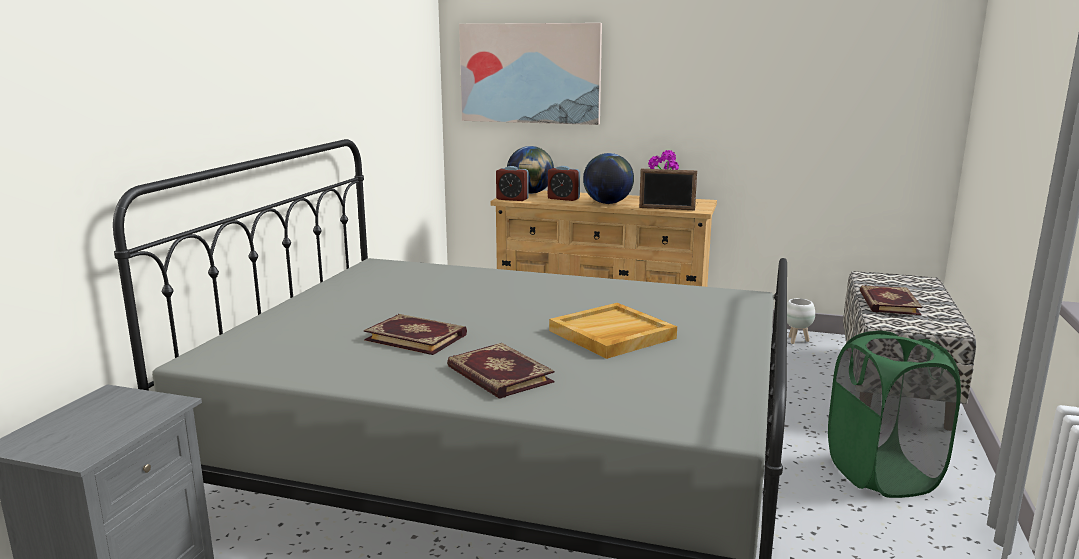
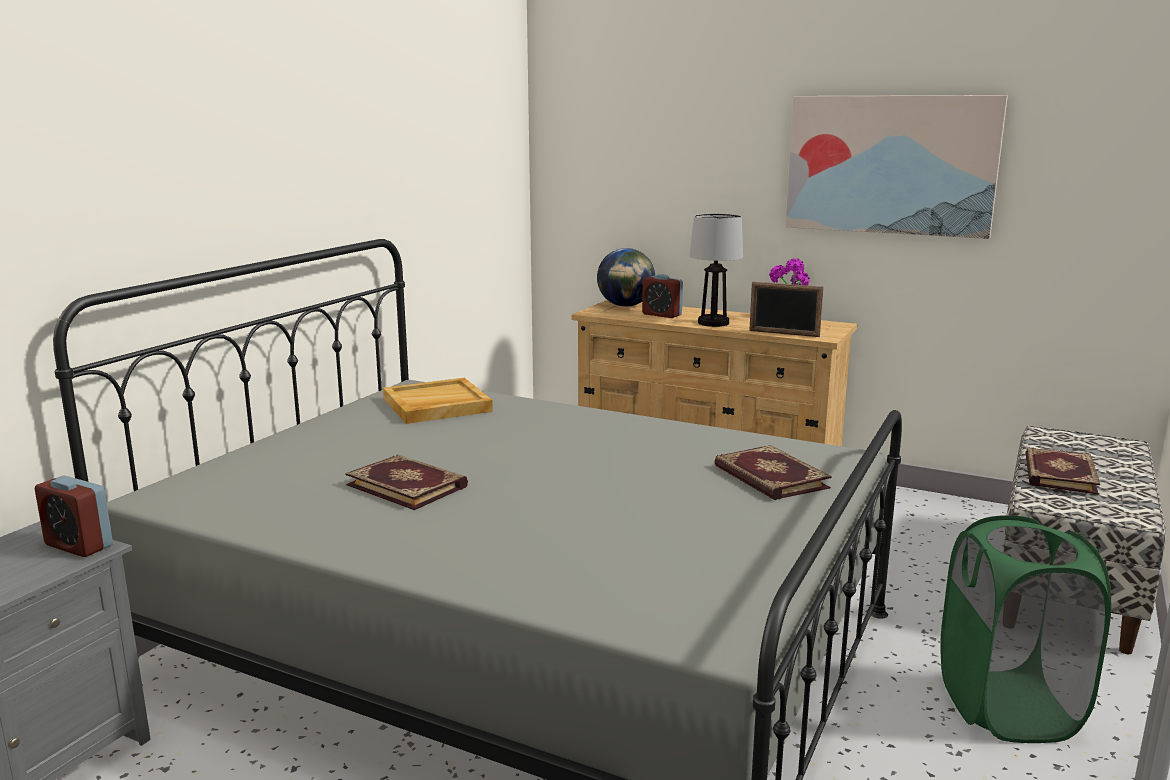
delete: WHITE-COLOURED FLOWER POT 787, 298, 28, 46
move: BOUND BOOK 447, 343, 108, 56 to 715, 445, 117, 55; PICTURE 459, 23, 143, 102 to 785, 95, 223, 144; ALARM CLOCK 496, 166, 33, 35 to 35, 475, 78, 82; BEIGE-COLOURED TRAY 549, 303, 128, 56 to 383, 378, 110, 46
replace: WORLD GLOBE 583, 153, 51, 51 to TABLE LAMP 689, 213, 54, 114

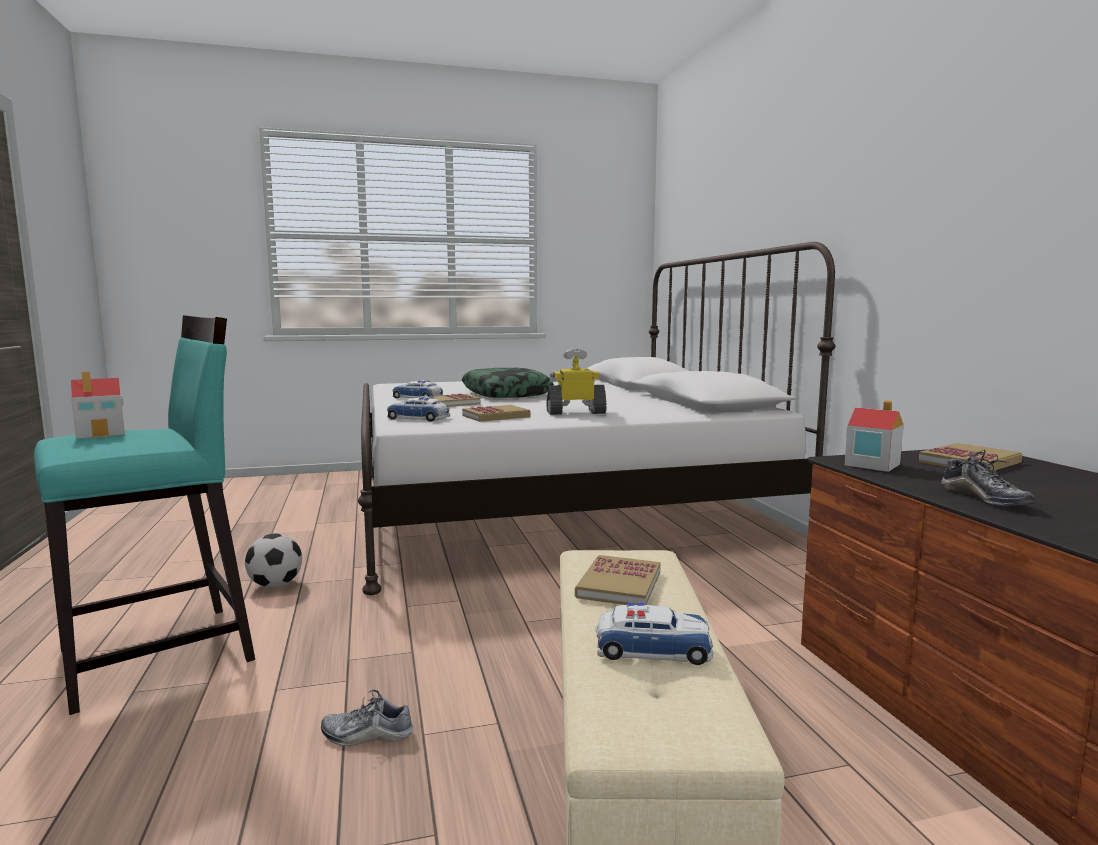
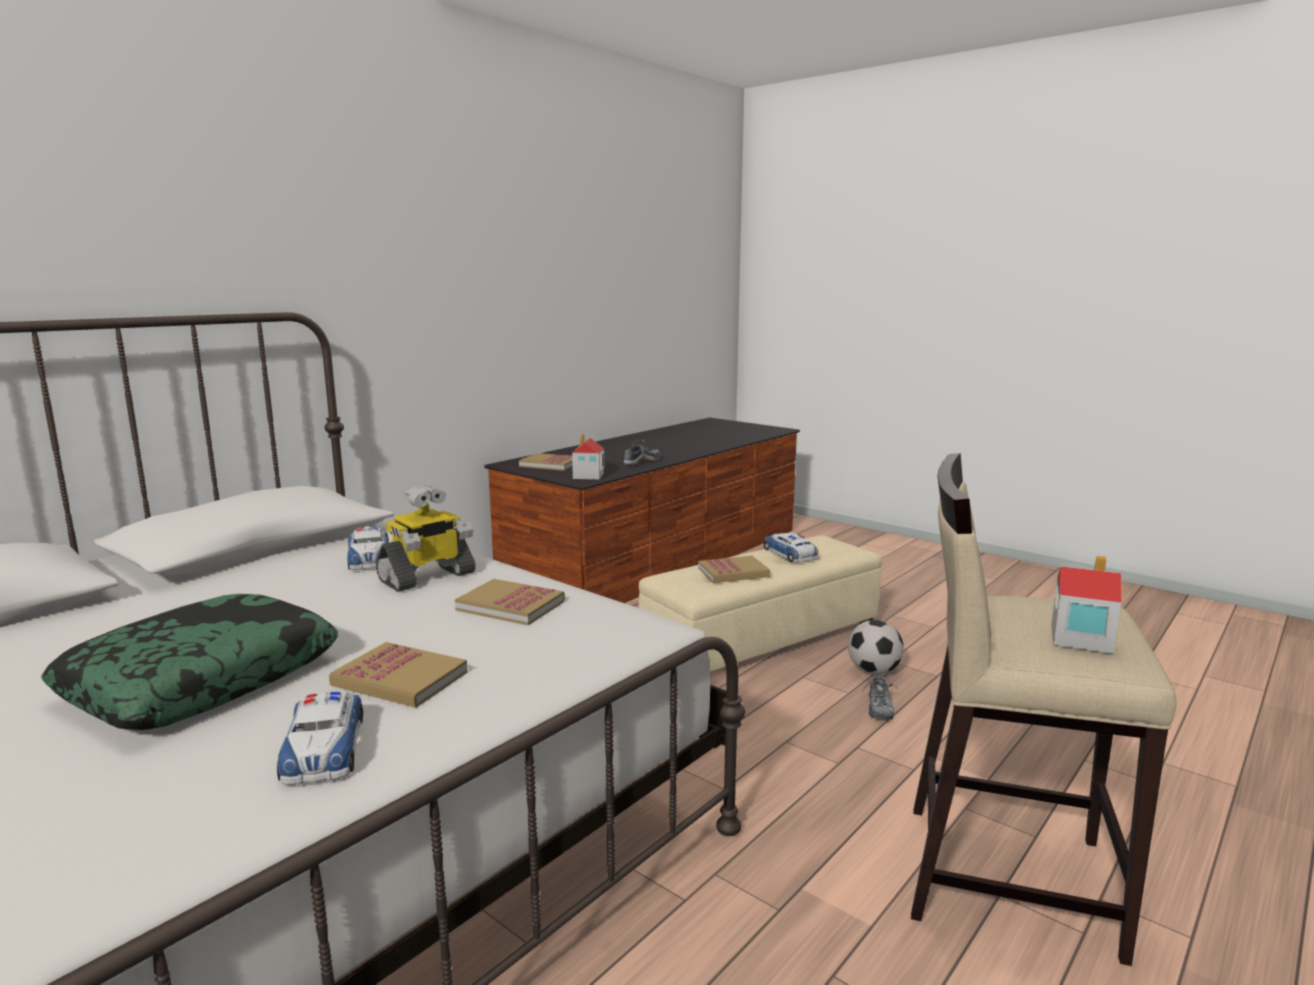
move: FOOTBALL 245, 533, 57, 55 to 848, 620, 56, 54; TOY CAR 387, 396, 63, 26 to 347, 526, 42, 44
recolor: BLUE-GREEN STOOL SEAT 34, 315, 221, 400 to BEIGE-COLOURED STOOL SEAT 911, 453, 265, 513
rotate: SHOE 321, 690, 92, 56 = 863, 676, 36, 44 45 degrees clockwise; MODEL ROBOT 546, 348, 61, 67 = 376, 485, 100, 107 90 degrees counterclockwise

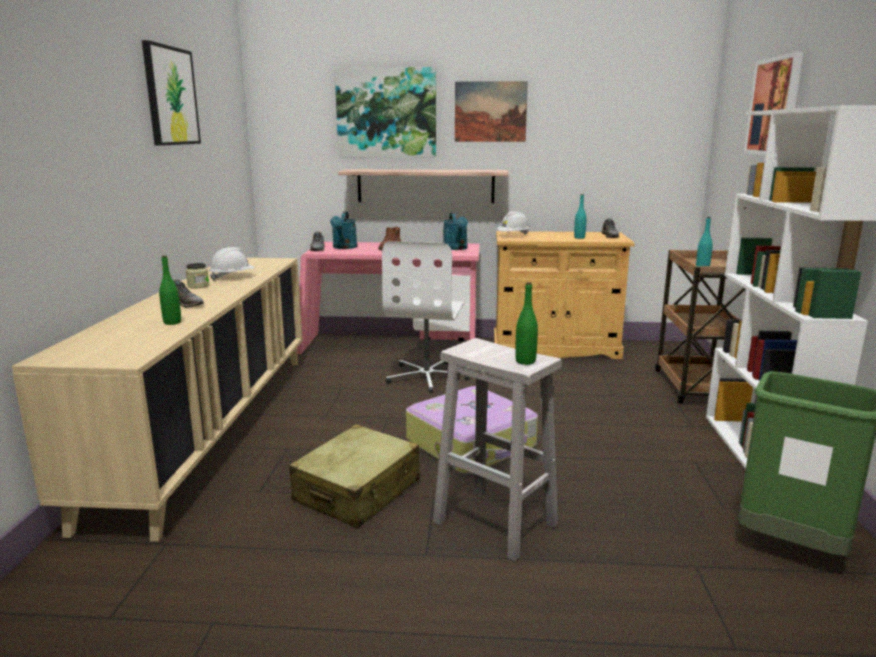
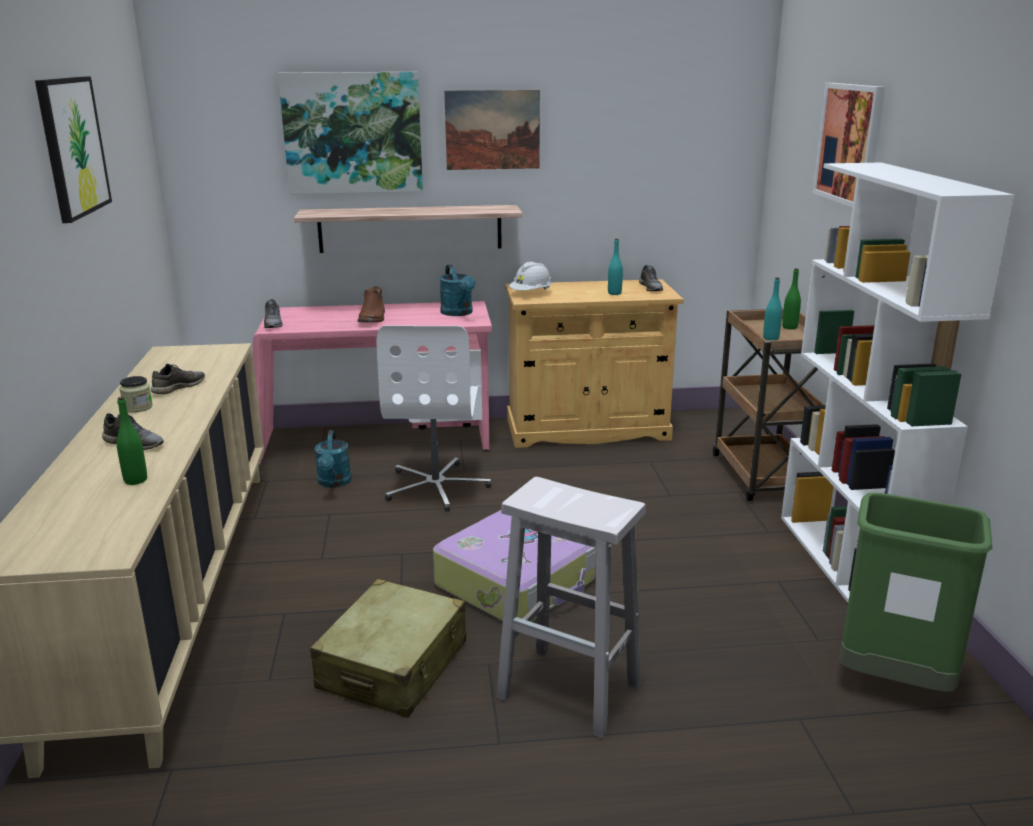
move: BLUE-GREEN SPRINKLING CAN 330, 211, 28, 38 to 314, 430, 38, 58; GREENISH BEVERAGE BOTTLE 515, 282, 23, 83 to 782, 268, 19, 62
replace: WHITE-COLOURED WORK HELMET 209, 247, 46, 34 to GRAY SHOE 151, 364, 54, 30

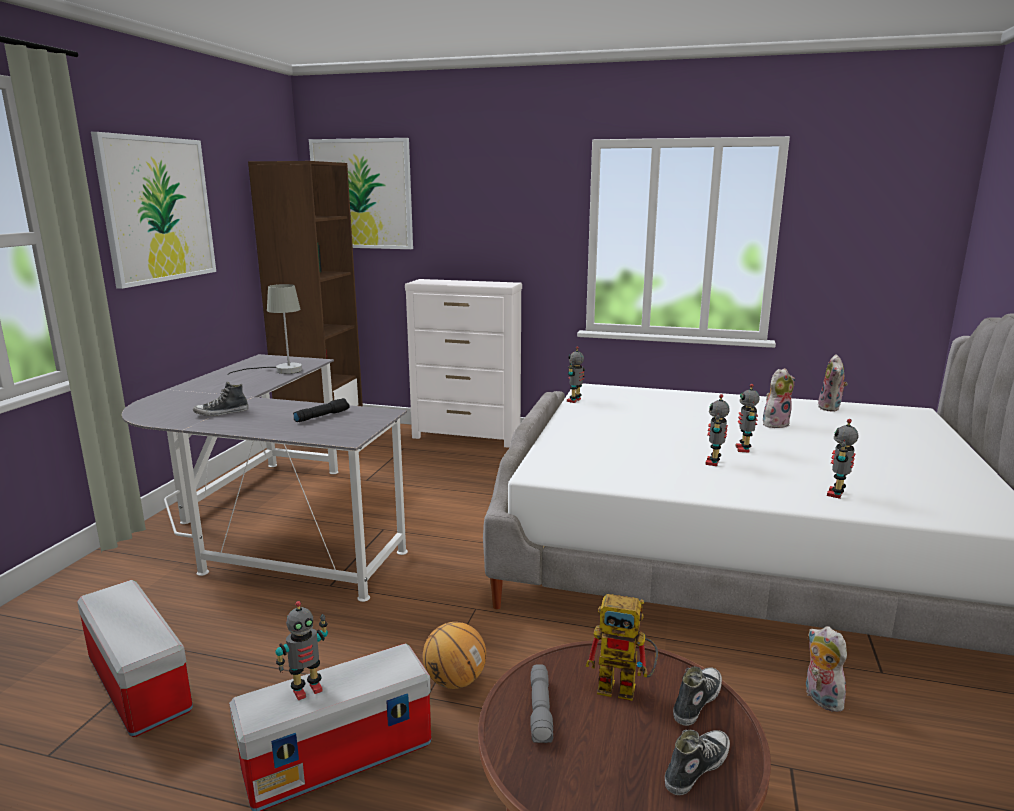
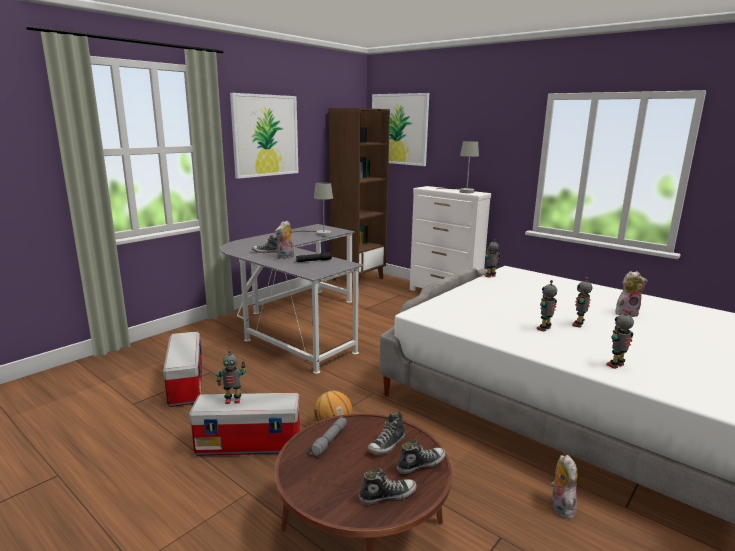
insert: GRAY TABLE LAMP 438, 141, 41, 52
move: CUDDLY TOY 818, 354, 30, 58 to 275, 221, 19, 38
replace: MODEL ROBOT 585, 594, 73, 107 to SHOE 367, 412, 38, 43

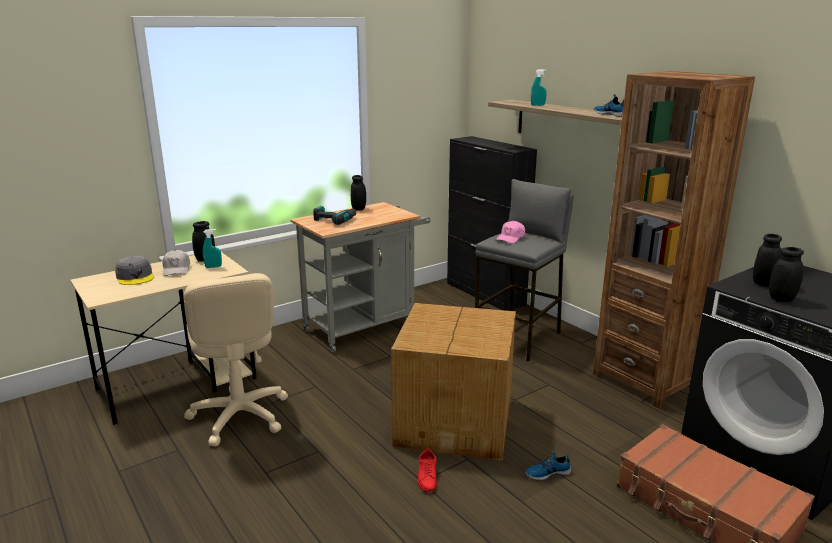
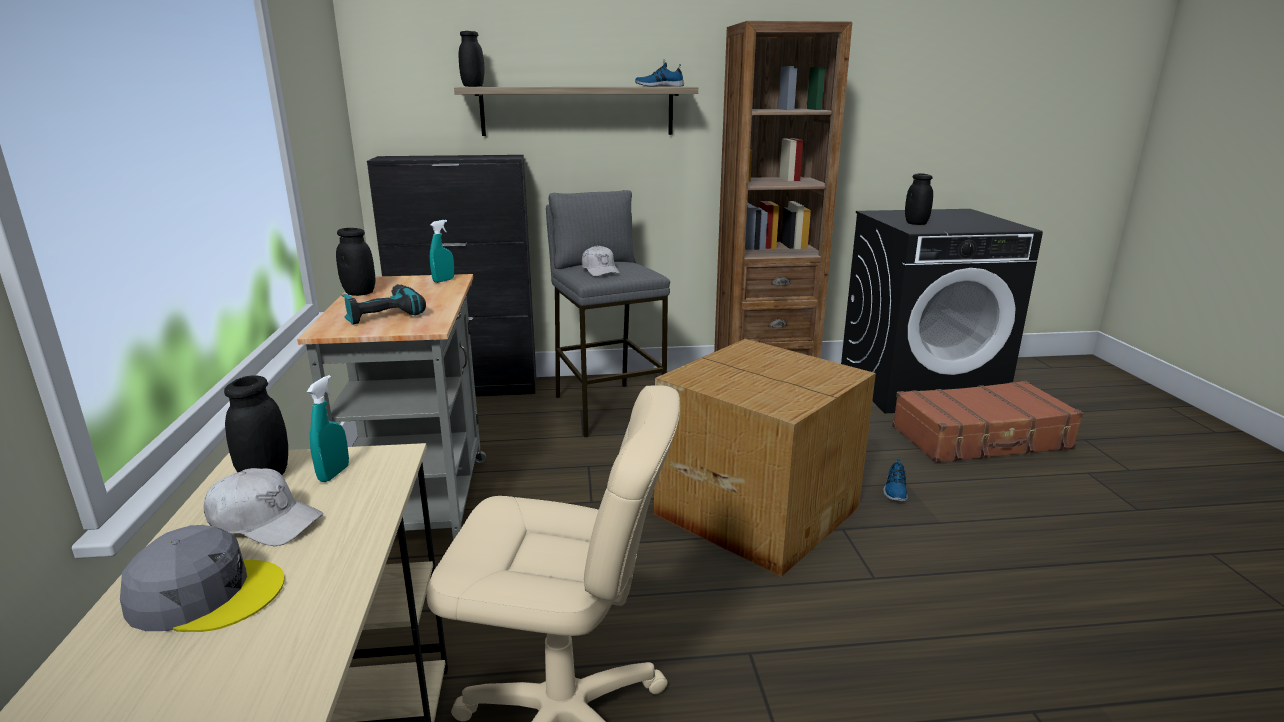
delete: RED SHOE 418, 448, 19, 44
move: BLUE-GREEN HAND SPRAYER 531, 69, 16, 37 to 430, 220, 24, 63; BLACK PRESERVE JAR 769, 247, 35, 55 to 458, 31, 27, 56
recolor: PINKISH PEAKED CAP 496, 221, 29, 22 to WHITE-COLOURED PEAKED CAP 582, 245, 38, 32

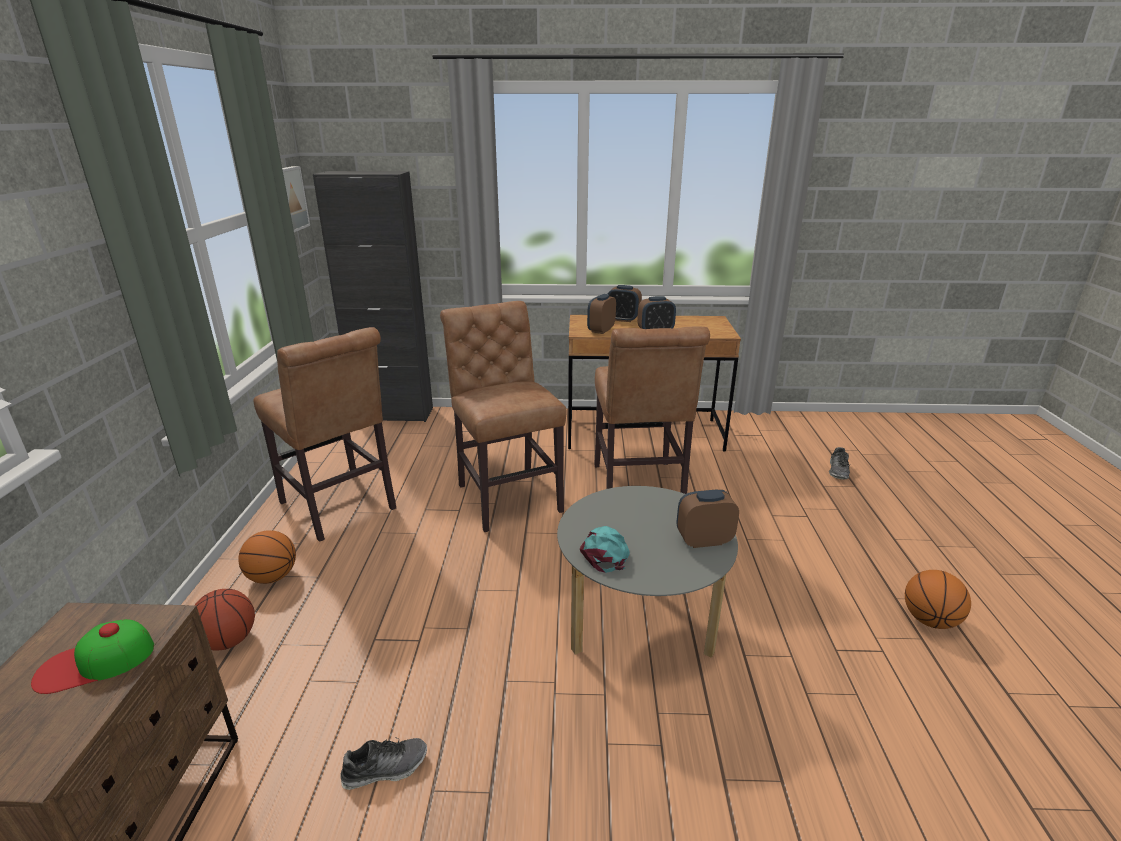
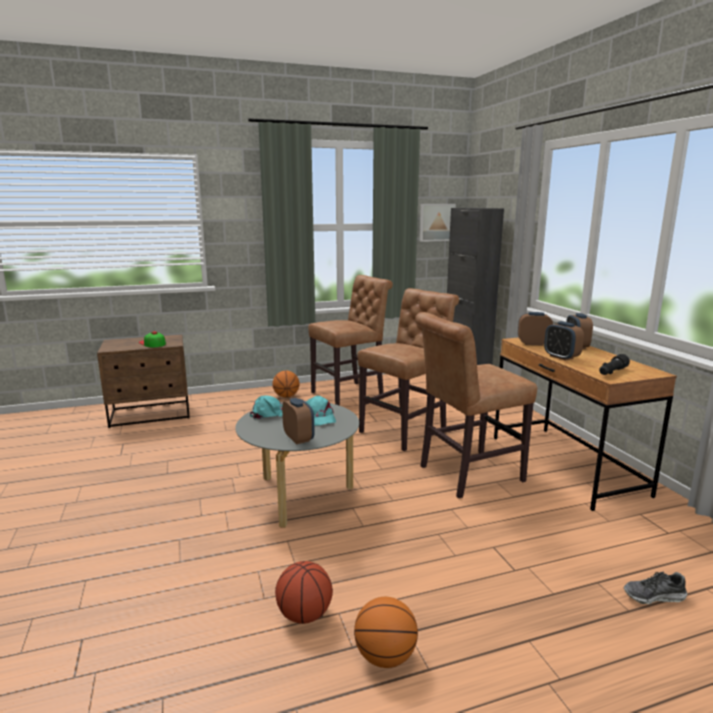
delete: SHOE 341, 737, 86, 53
insert: BLUE-GREEN PEAKED CAP 306, 396, 30, 30; BLACK TORCH 599, 354, 31, 21
move: BASKETBALL BALL 195, 589, 60, 62 to 275, 561, 58, 63
rotate: BROWN-COLOURED PLAIN CHAIR 253, 327, 143, 215 = 308, 275, 85, 131 150 degrees counterclockwise

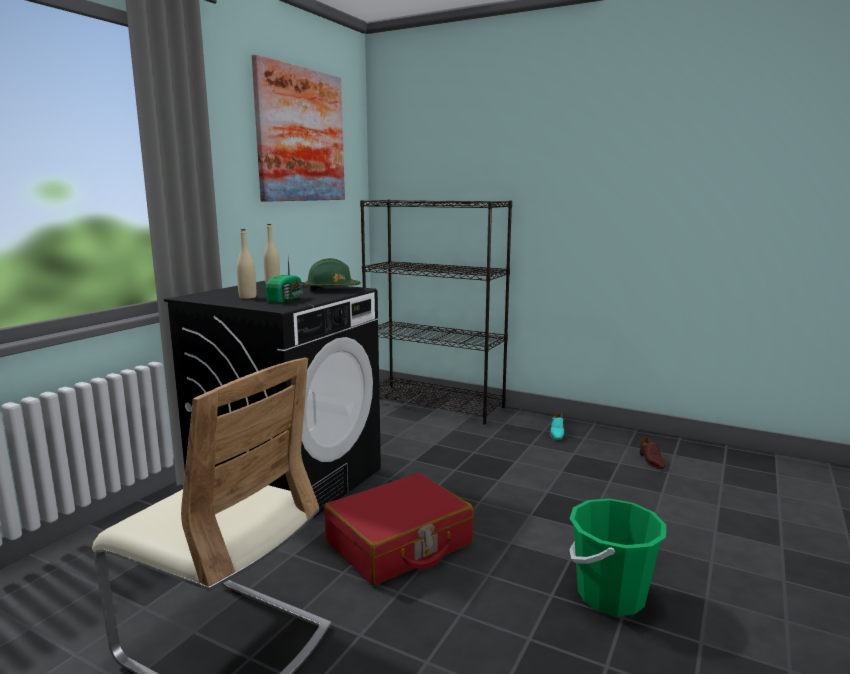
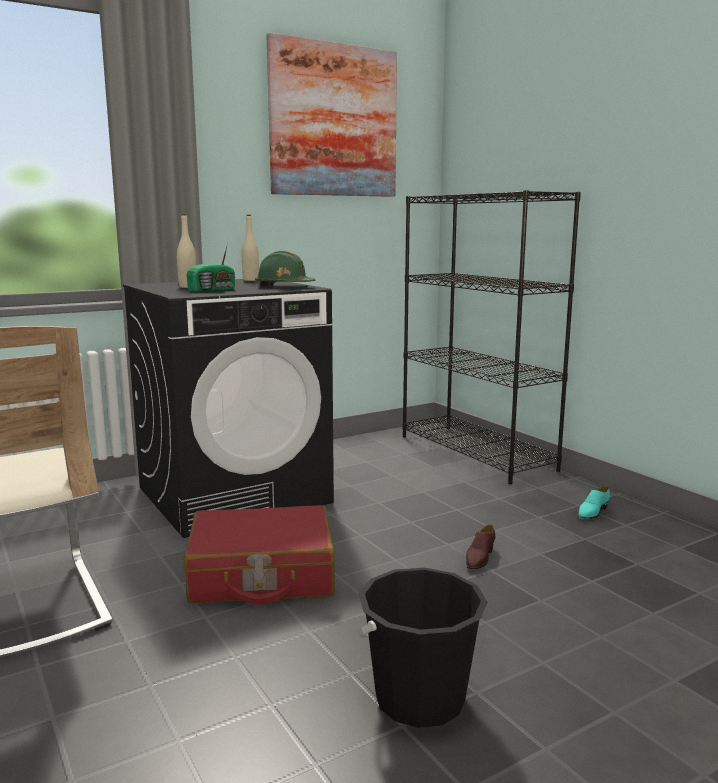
move: BROWN-COLOURED SHOE 640, 437, 26, 32 to 466, 524, 29, 45
recolor: GREENISH PAIL 569, 499, 97, 117 to BLACK PAIL 357, 568, 131, 160

